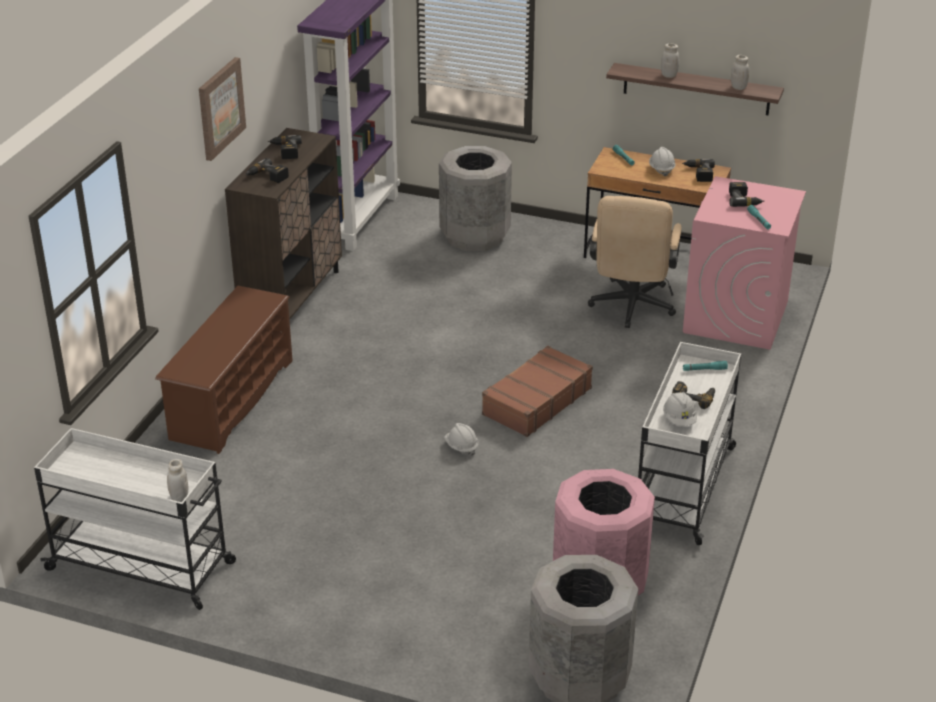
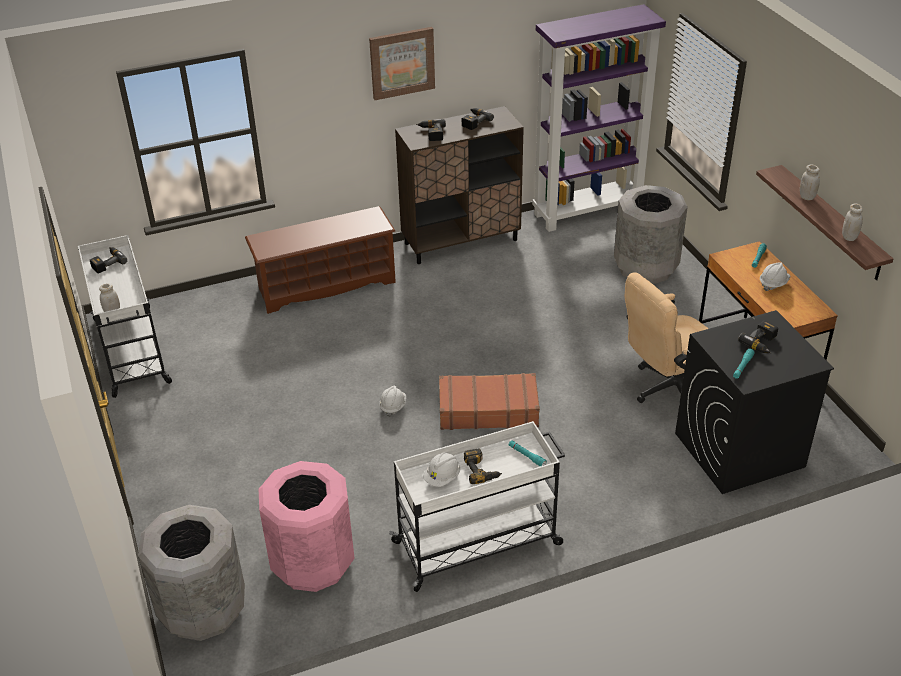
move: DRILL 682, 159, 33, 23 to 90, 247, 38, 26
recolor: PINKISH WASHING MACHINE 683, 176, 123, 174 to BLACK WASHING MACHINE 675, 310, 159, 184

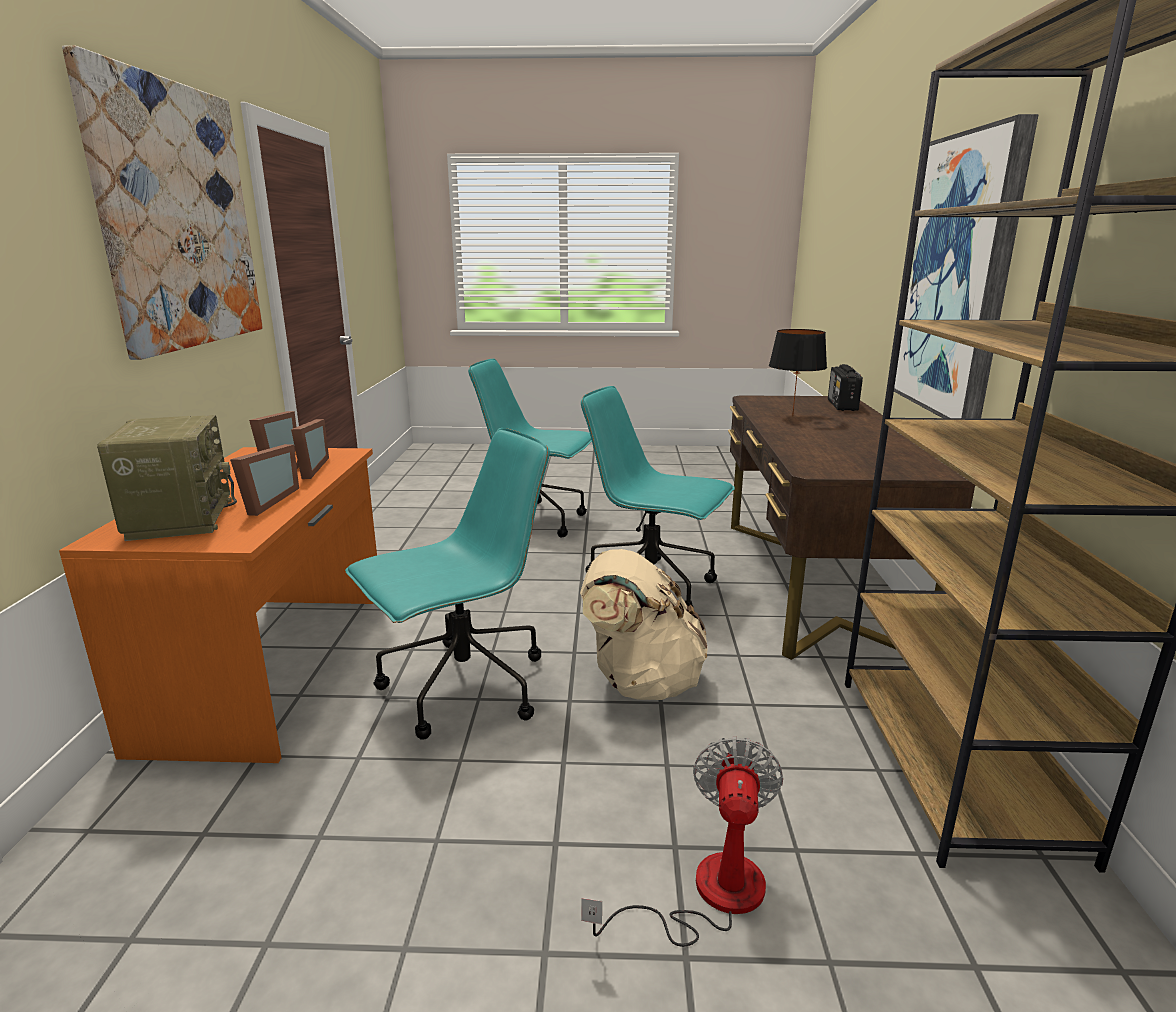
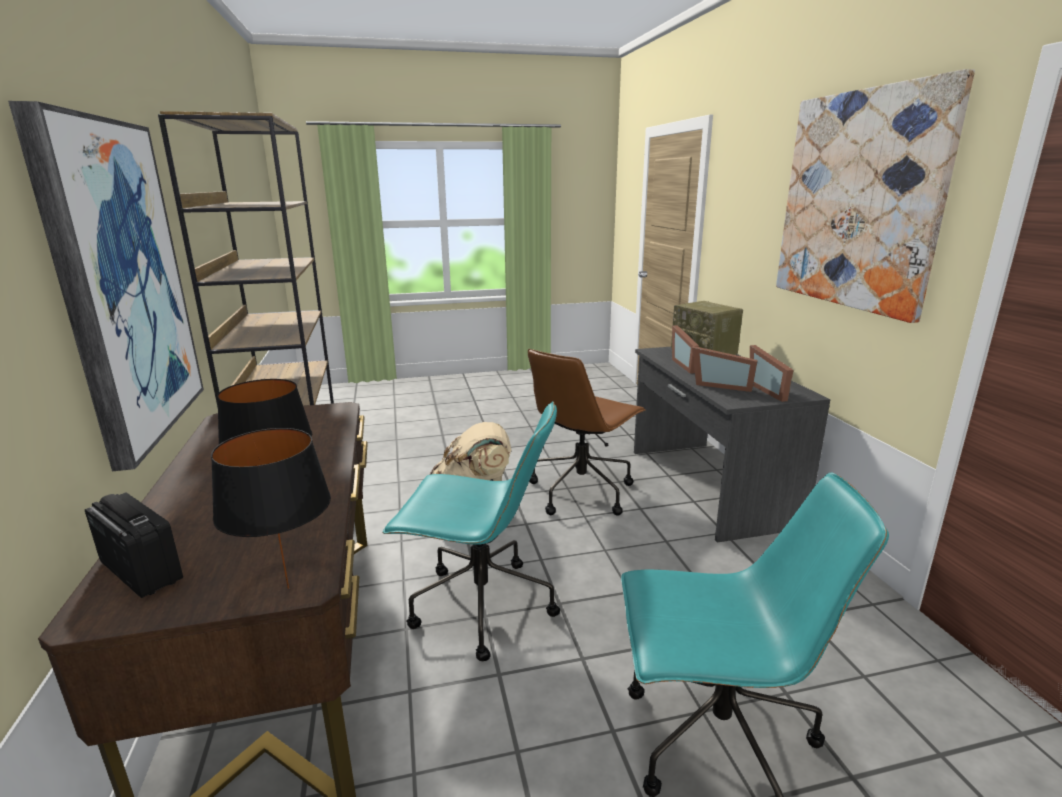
delete: ELECTRIC FAN 581, 737, 203, 210
insert: BLACK TABLE LAMP 211, 428, 120, 161
recolor: ORANGE-COLOURED DESK 59, 447, 318, 316 to GRAY DESK 634, 347, 196, 196; BLUE-GREEN OFFICE CHAIR 345, 428, 205, 312 to BROWN-COLOURED OFFICE CHAIR 528, 349, 118, 167
rotate: PICTURE FRAME 291, 419, 38, 60 = 692, 346, 66, 46 45 degrees counterclockwise; RADIO SET 828, 364, 35, 47 = 85, 492, 98, 106 45 degrees counterclockwise

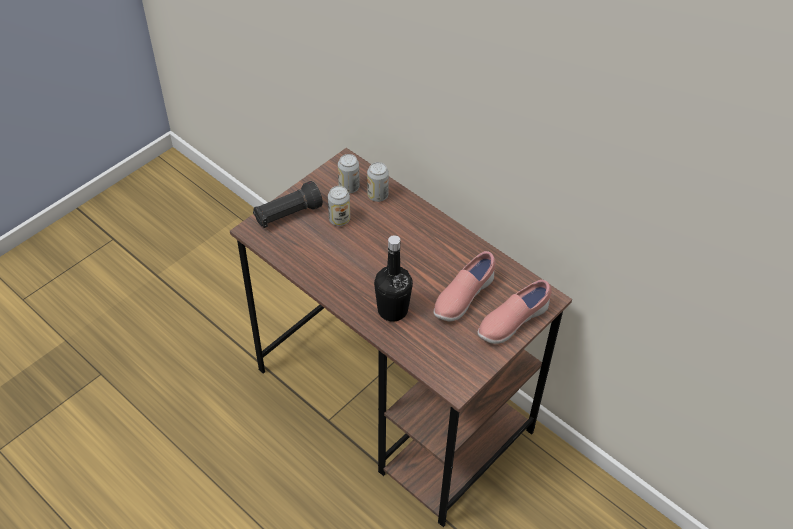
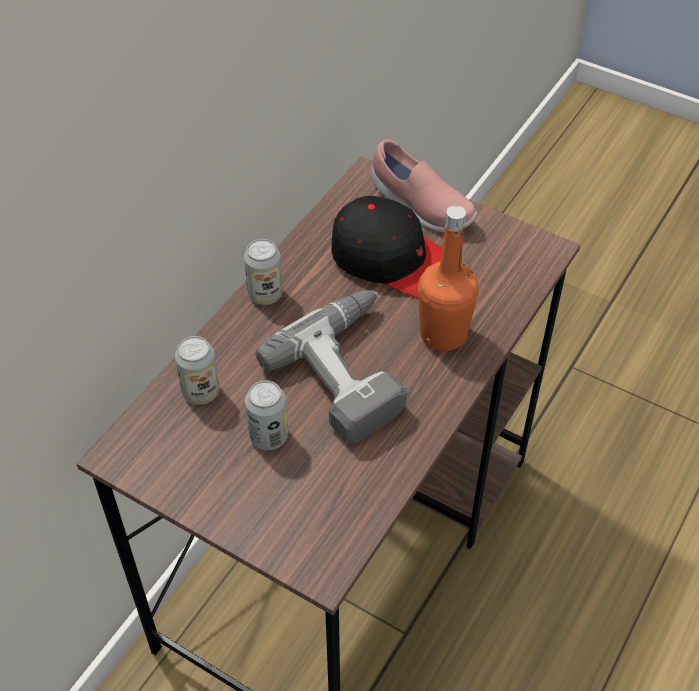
delete: BLACK TORCH 253, 181, 70, 47
insert: DRILL 256, 290, 151, 154
move: METAL CAN 338, 154, 22, 39 to 244, 239, 39, 66
replace: PINKISH SHOE 434, 251, 61, 70 to BLACK PEAKED CAP 331, 196, 111, 102
recolor: BLACK BEVERAGE BOTTLE 374, 235, 39, 87 to ORANGE-COLOURED BEVERAGE BOTTLE 418, 205, 61, 146

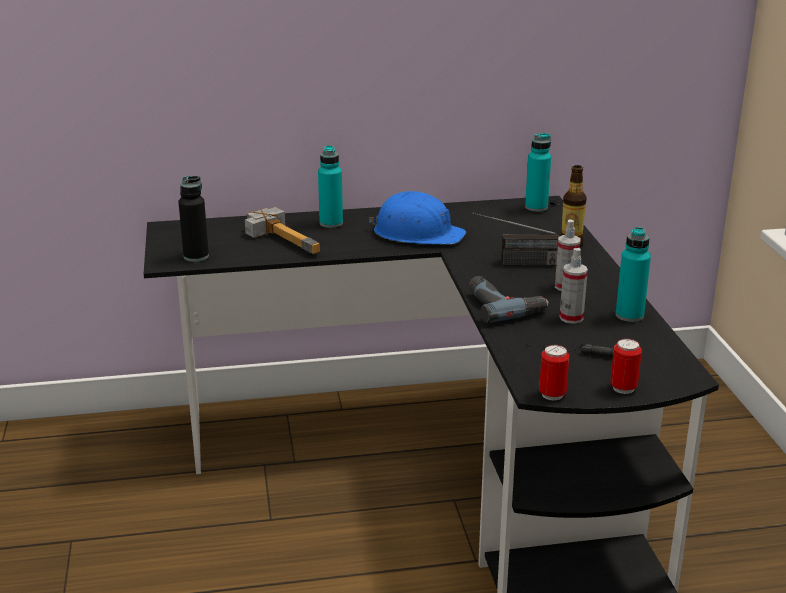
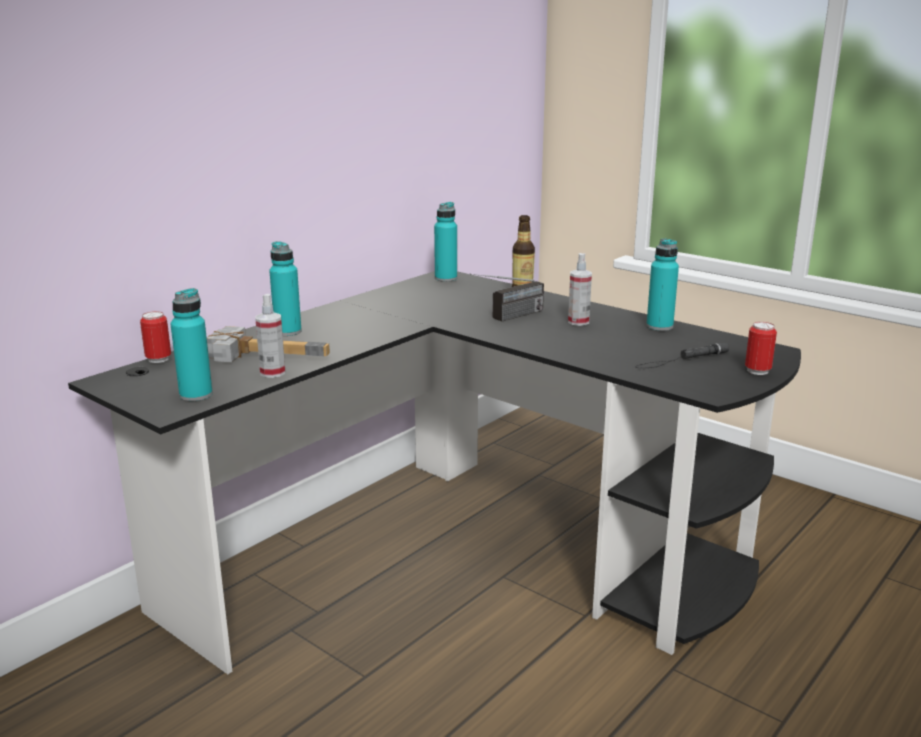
delete: BLUE WORK HELMET 369, 191, 97, 54; DRILL 469, 276, 80, 47
move: METAL CAN 539, 345, 30, 56 to 140, 311, 31, 52; HAND SPRAYER 560, 248, 28, 76 to 255, 294, 30, 84
recolor: BLACK BEVERAGE BOTTLE 178, 176, 31, 86 to BLUE-GREEN BEVERAGE BOTTLE 170, 288, 43, 113

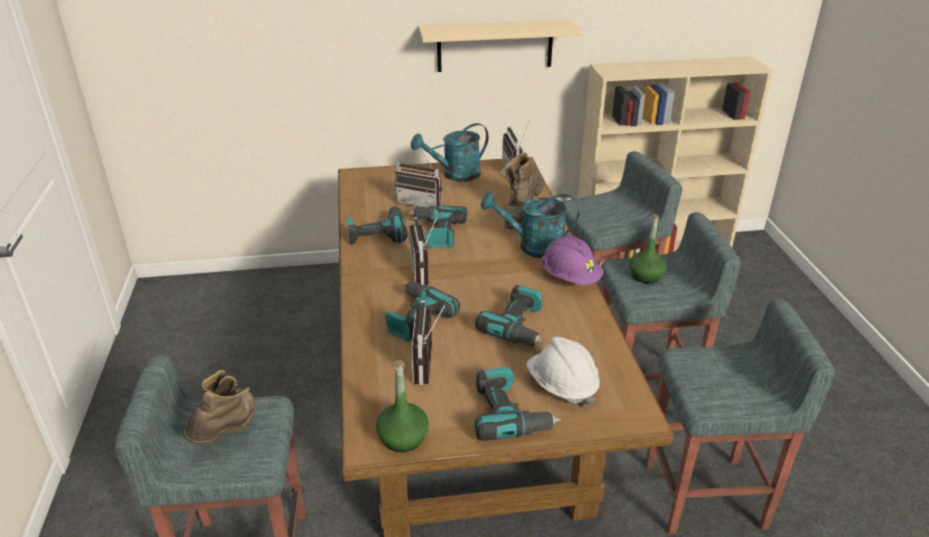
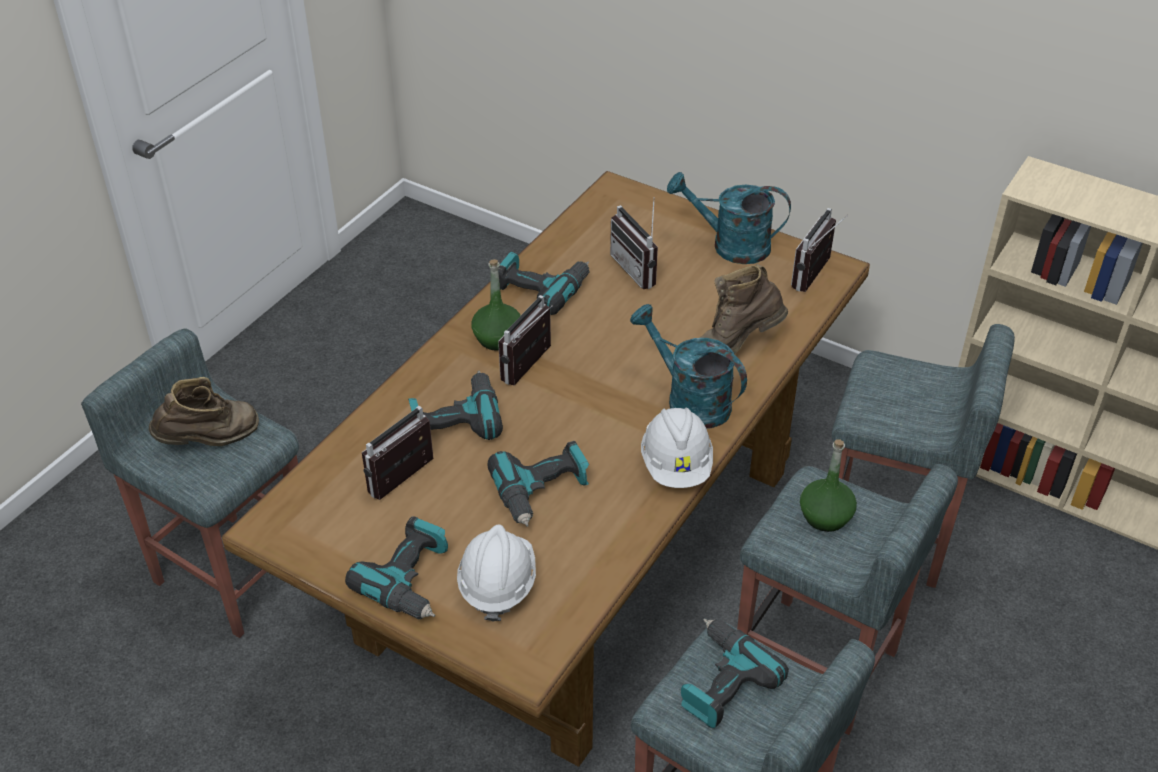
delete: BEIGE-COLOURED SHELF 419, 20, 162, 52
move: GREENISH BEVERAGE BOTTLE 376, 360, 53, 92 to 471, 259, 50, 92; DRILL 408, 205, 59, 43 to 681, 618, 108, 110
recolor: PURPLE-COLOURED WORK HELMET 541, 235, 62, 50 to WHITE-COLOURED WORK HELMET 641, 408, 72, 80

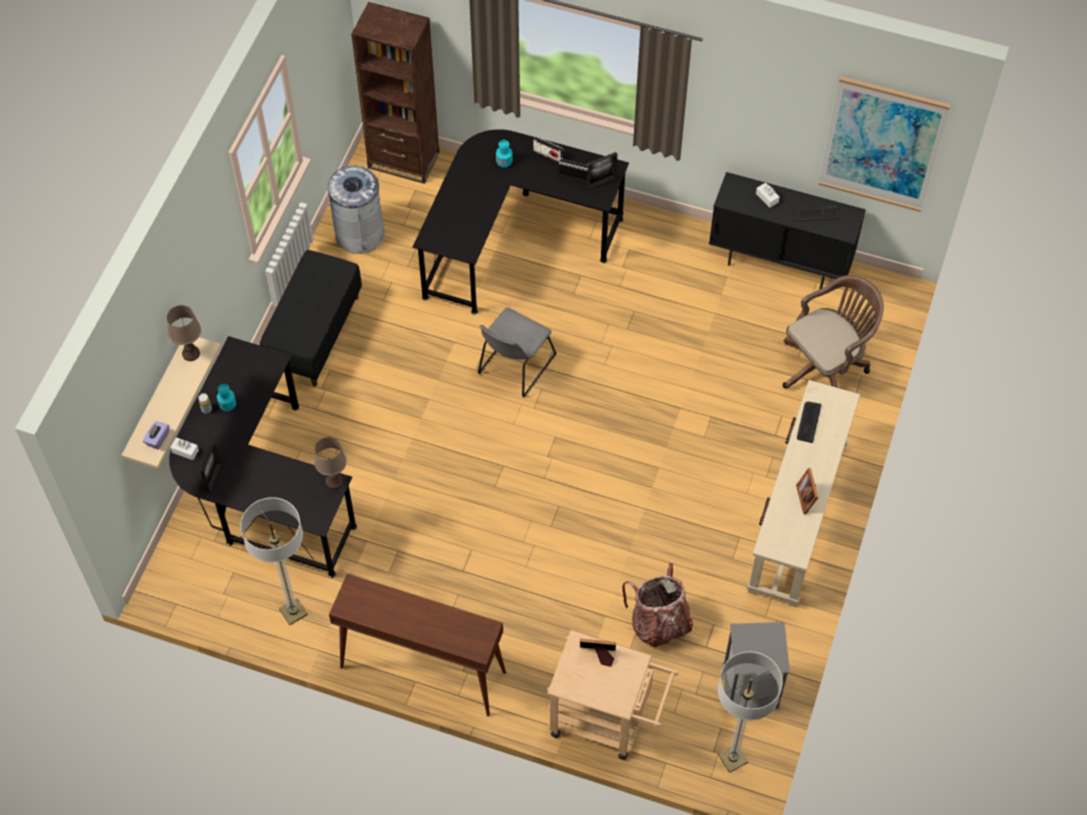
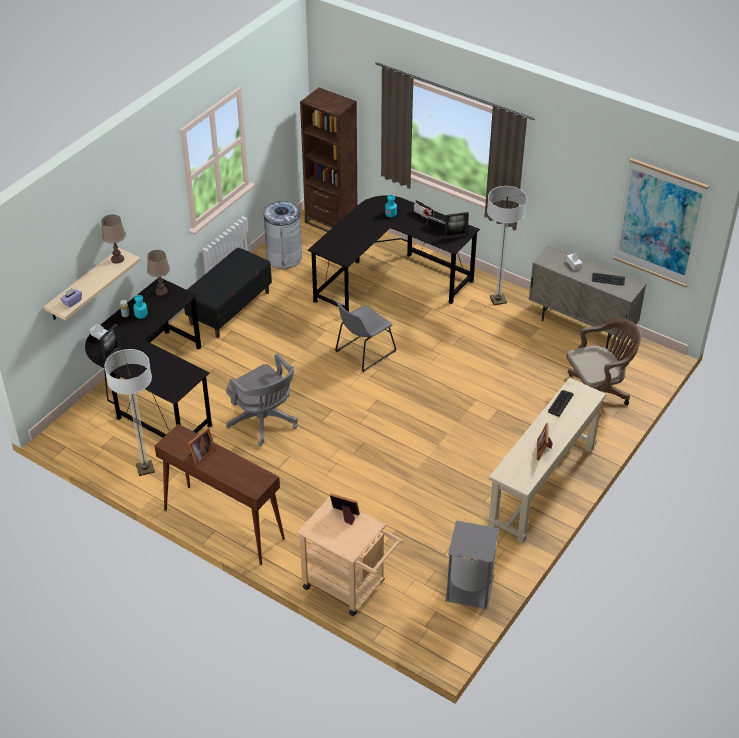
delete: BACKPACK 622, 563, 71, 84
insert: PICTURE FRAME 187, 428, 29, 37; GRAY OFFICE CHAIR 226, 353, 72, 93
move: BROWN-COLOURED TABLE LAMP 314, 437, 33, 52 to 147, 250, 23, 46; STANDING LAMP 718, 652, 65, 121 to 487, 186, 40, 119
recolor: BLACK STORAGE CABINET 709, 172, 157, 118 to BEIGE-COLOURED STORAGE CABINET 528, 245, 118, 103

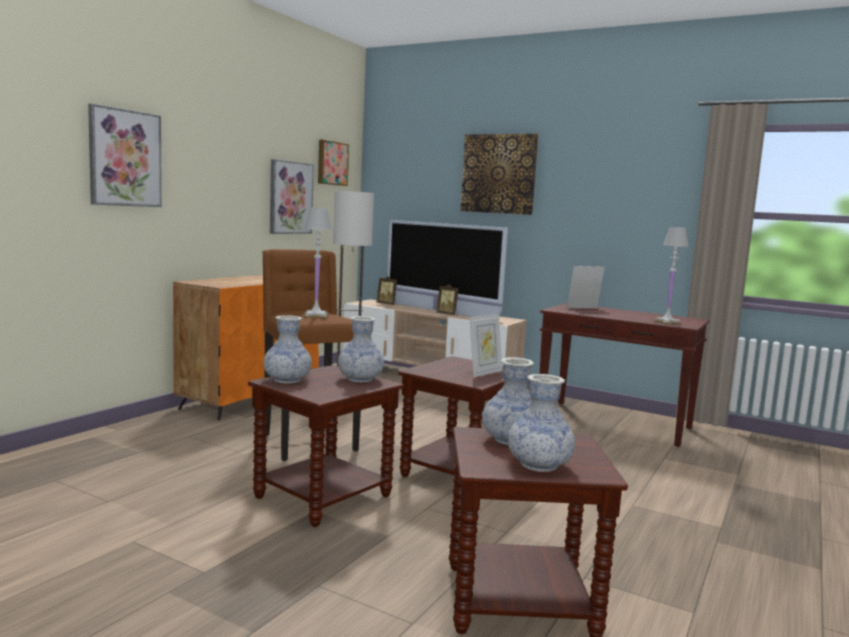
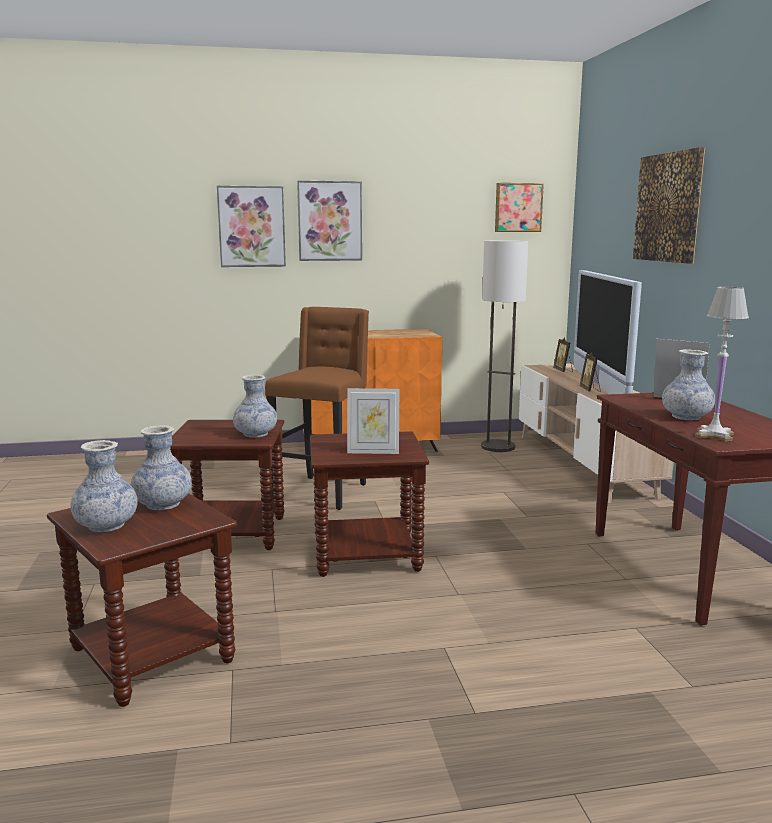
delete: WHITE-COLOURED TABLE LAMP 303, 208, 29, 111
move: FLOWER VASE 264, 315, 48, 68 to 662, 349, 53, 71; PICTURE 270, 159, 44, 75 to 297, 181, 65, 80

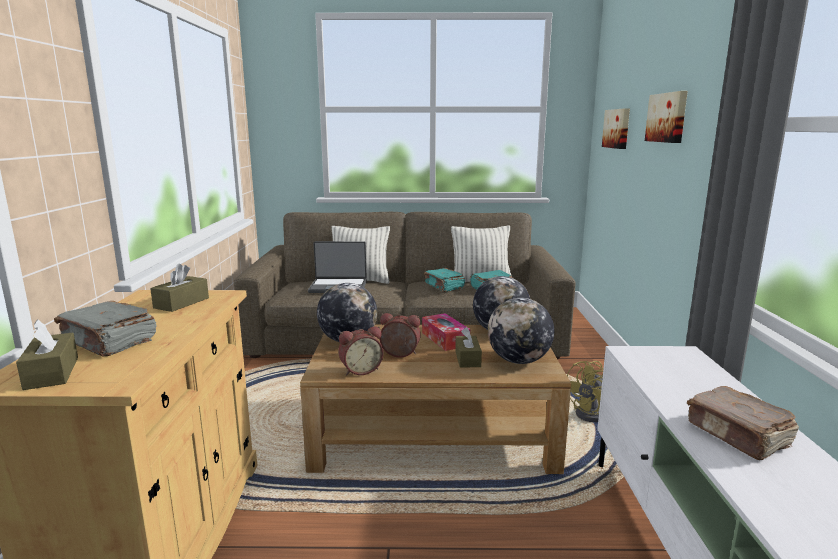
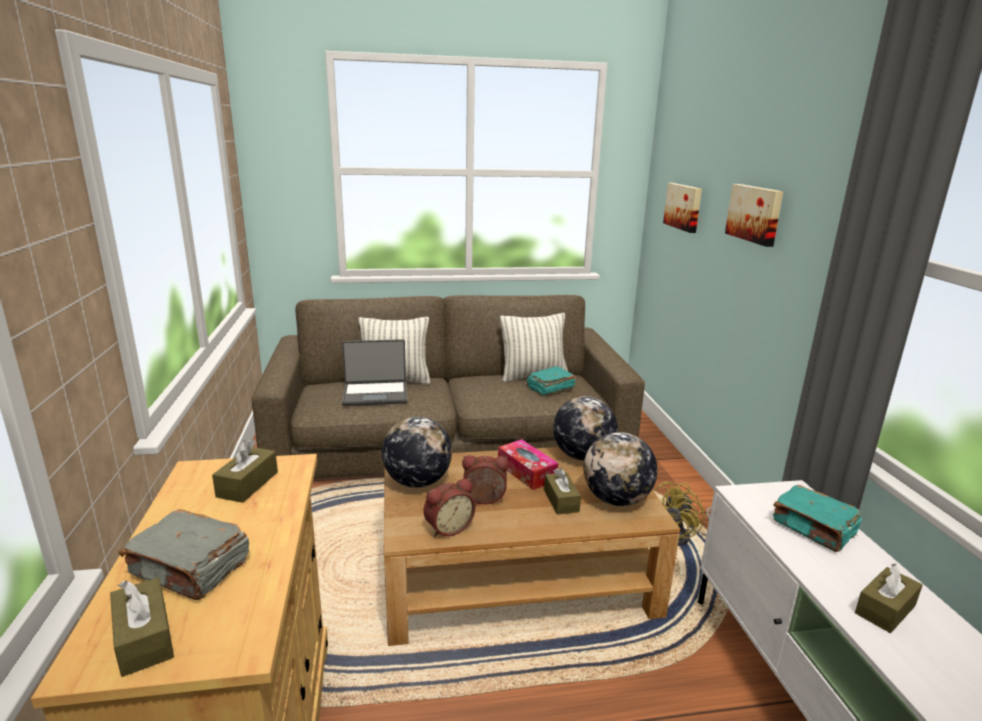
move: BLUE-GREEN BOUND BOOK 424, 268, 41, 24 to 773, 485, 89, 67
replace: BROWN-COLOURED BOUND BOOK 687, 386, 112, 74 to BROWN-COLOURED TISSUE BOX 855, 564, 68, 69

